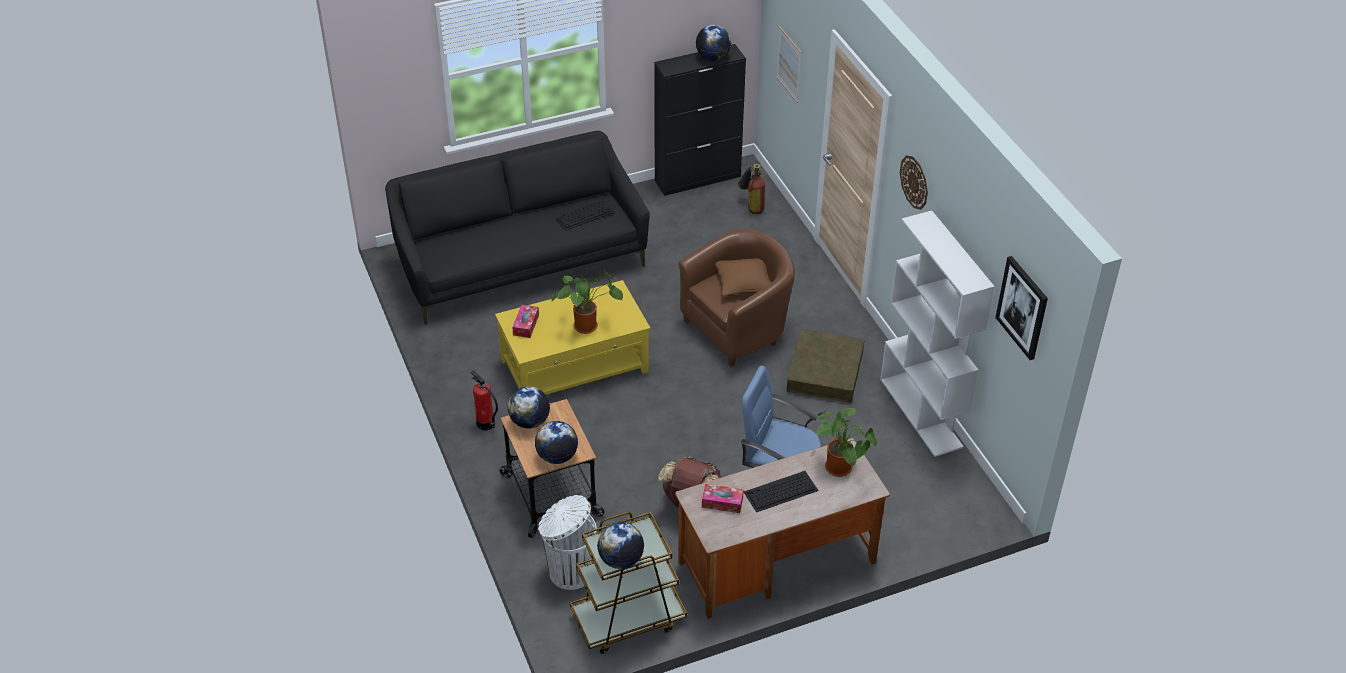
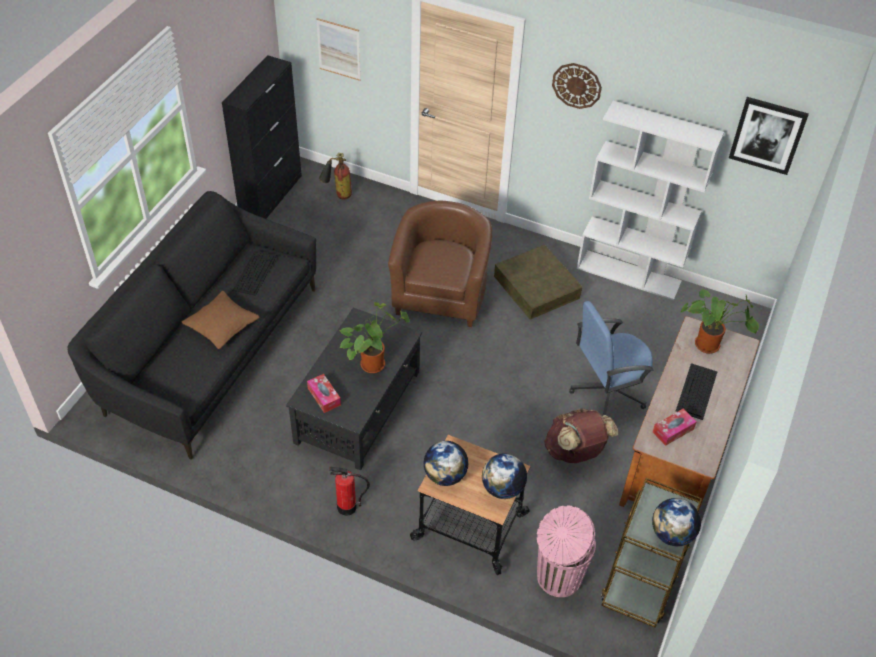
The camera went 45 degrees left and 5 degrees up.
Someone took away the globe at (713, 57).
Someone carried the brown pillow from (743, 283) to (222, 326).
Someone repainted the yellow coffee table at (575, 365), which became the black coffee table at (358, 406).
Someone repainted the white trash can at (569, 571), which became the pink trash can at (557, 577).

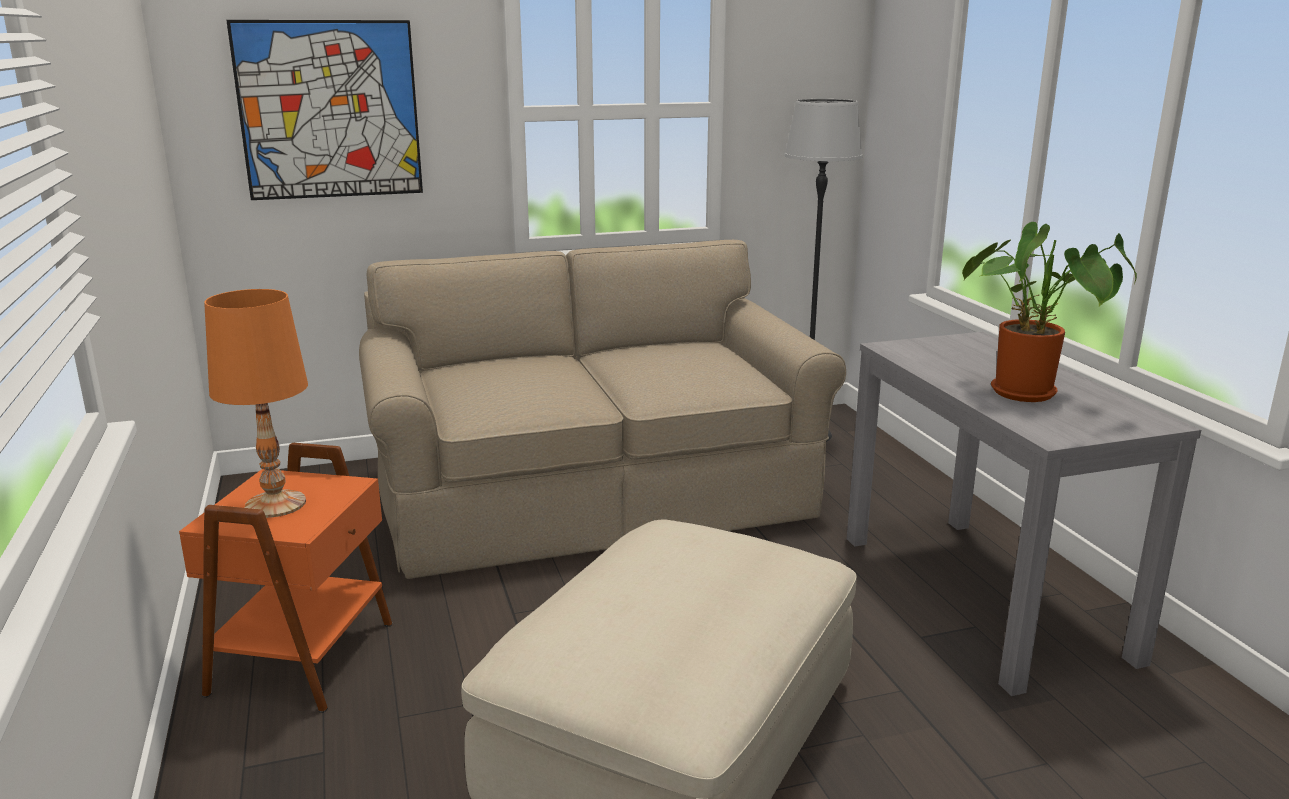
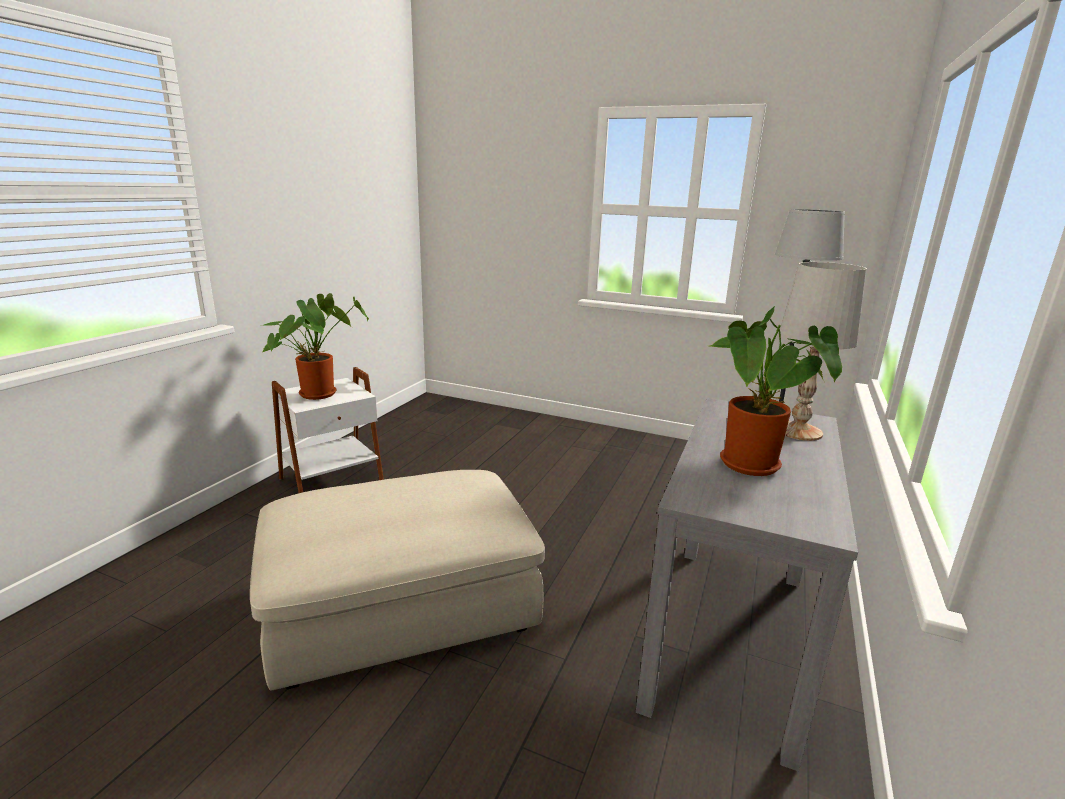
The camera went 40 degrees right and 0 degrees up.
Someone took away the picture at (329, 110).
Someone took away the beige sofa at (595, 494).
Someone swapped the orange table lamp at (276, 504) for the potted plant at (319, 393).
Someone repainted the orange side table at (306, 658), which became the white side table at (332, 481).
Someone put down the white table lamp at (798, 431).

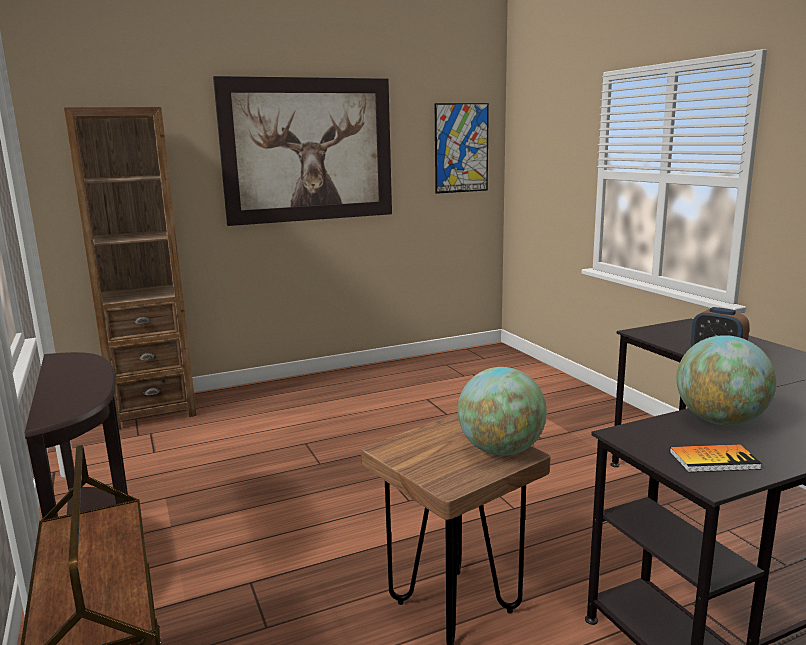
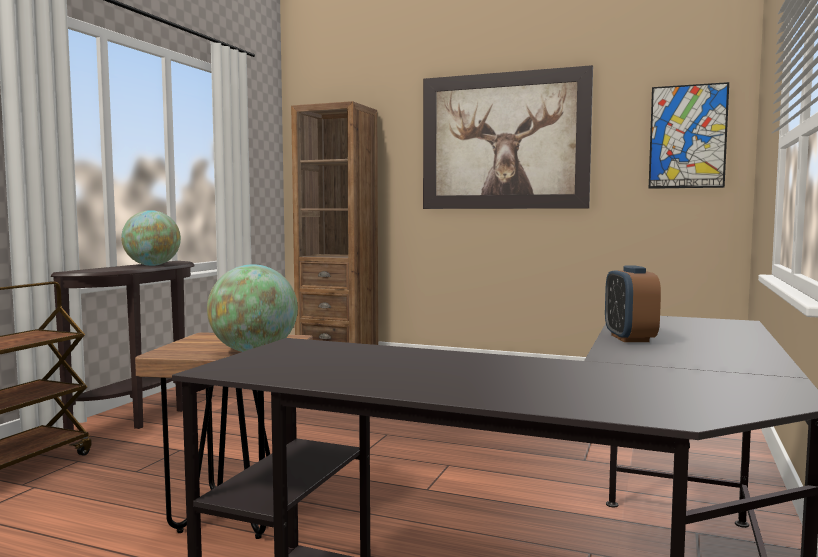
The camera went 45 degrees right and 10 degrees down.
Someone carried the globe from (720, 421) to (152, 265).
Someone took away the book at (714, 460).

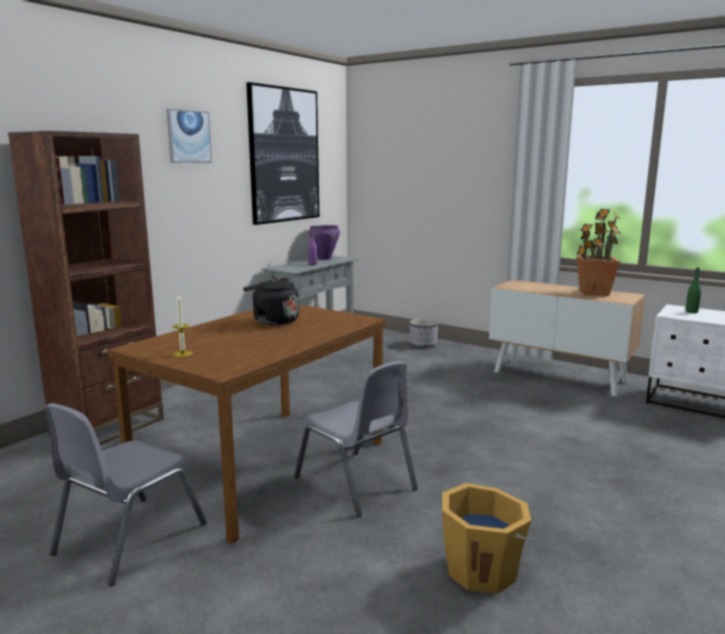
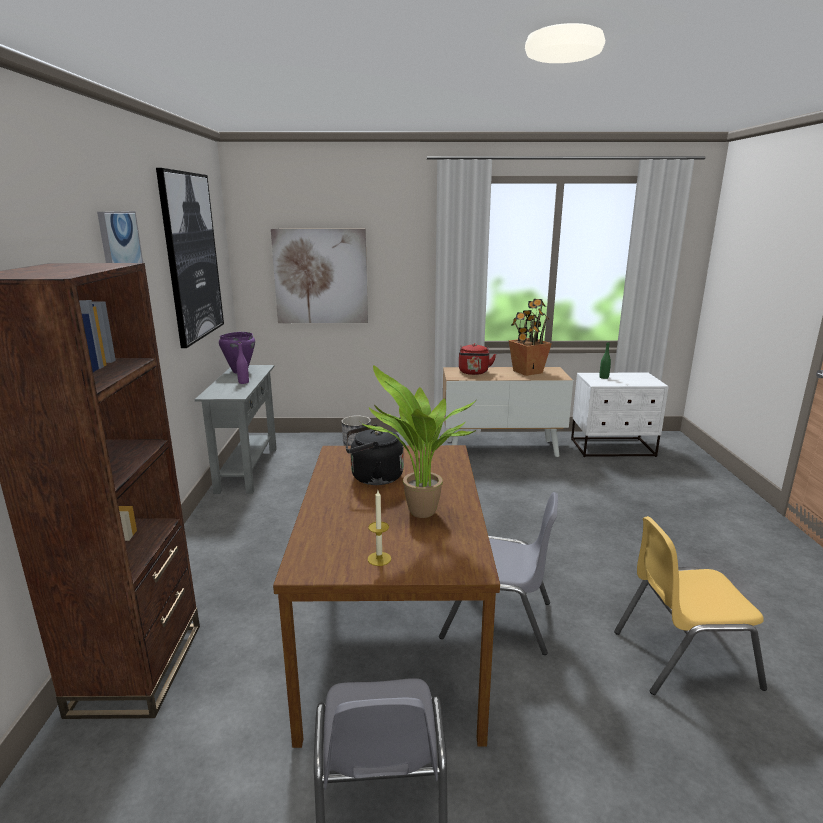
The camera went 35 degrees left and 5 degrees up.
Someone swapped the orange bucket at (482, 569) for the yellow chair at (683, 658).
Someone put up the picture at (321, 276).
Someone put down the red kettle at (474, 373).
Someone put down the potted plant at (418, 514).

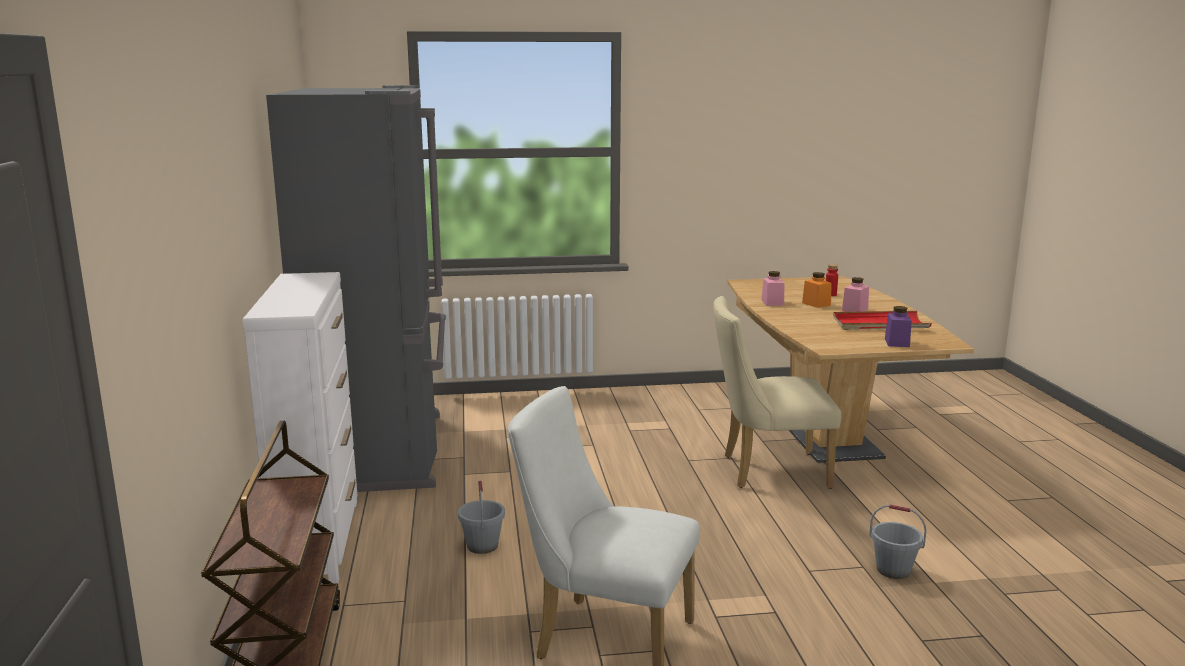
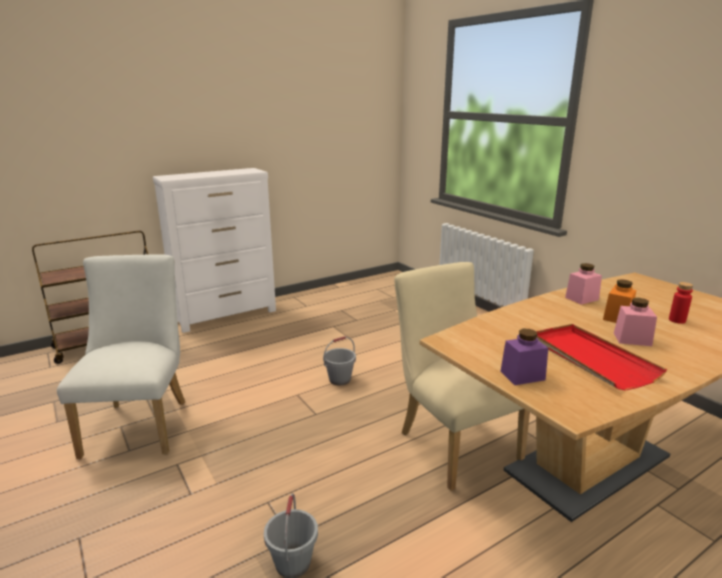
The camera went 65 degrees right and 5 degrees up.
Someone took away the grey fridge at (383, 451).
Someone carried the grey bucket from (482, 546) to (340, 379).

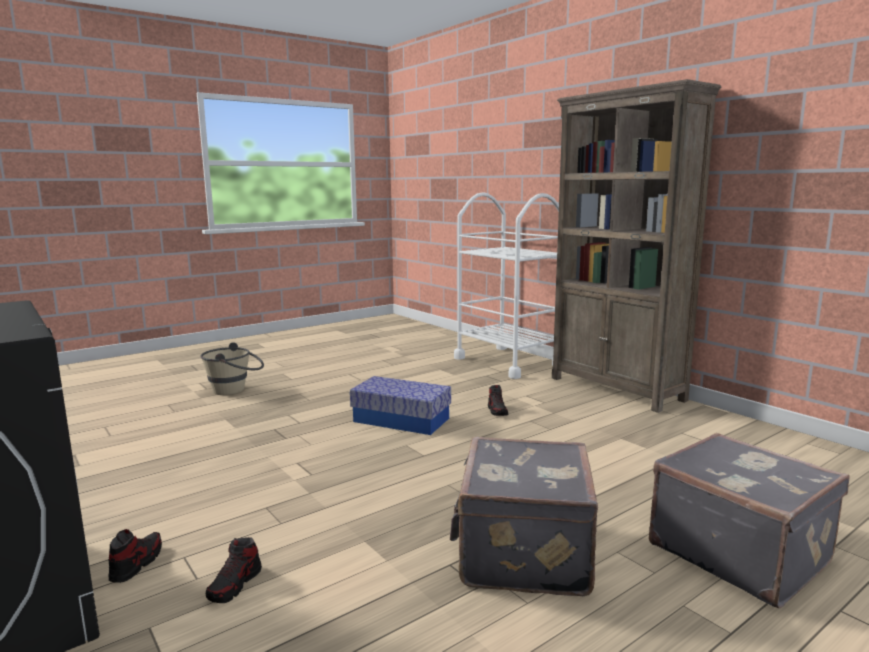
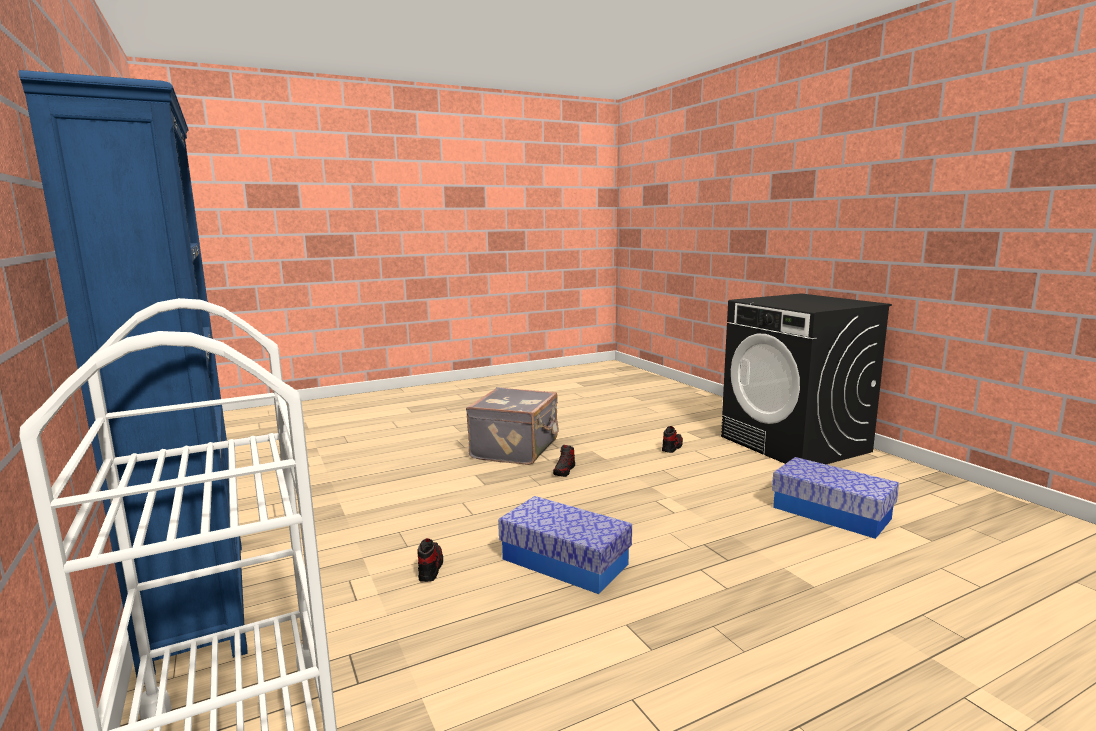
The camera went 170 degrees left and 0 degrees up.
Someone repainted the brown bookcase at (616, 389), which became the blue bookcase at (199, 602).
Someone took away the beige bucket at (235, 390).
Someone took away the grey suitcase at (739, 552).
Someone carried the shoe from (137, 563) to (564, 471).
Someone put down the storage box at (831, 513).

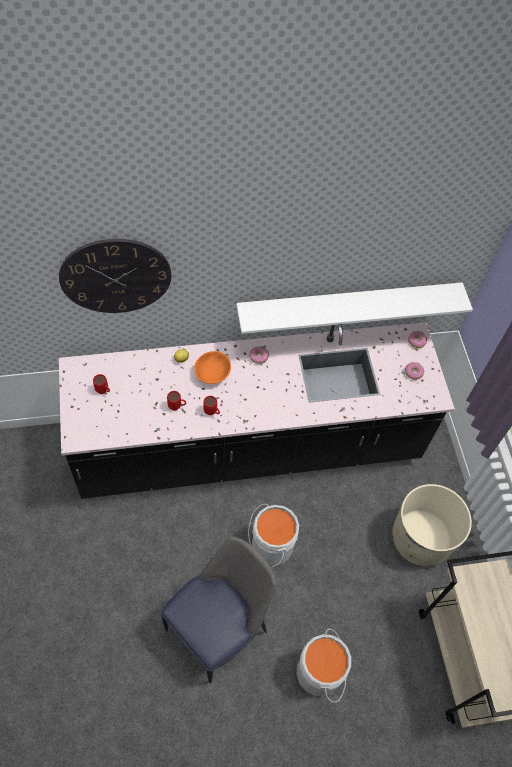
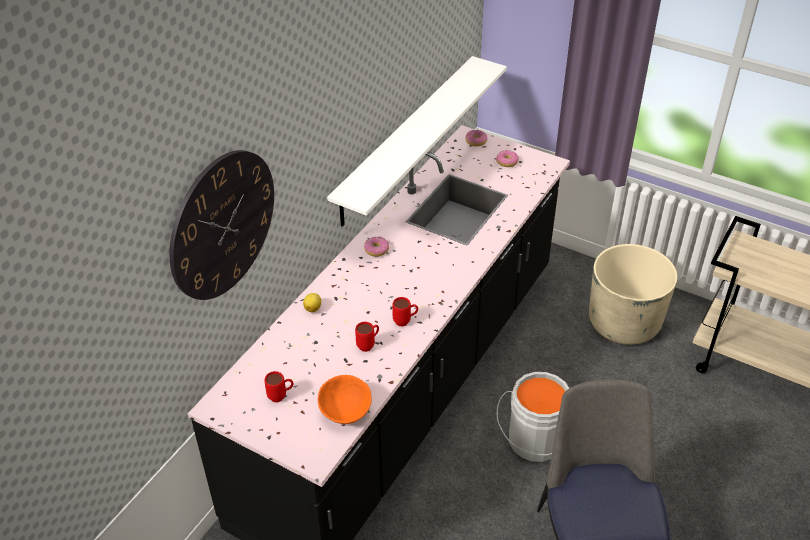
The camera went 45 degrees left and 15 degrees down.
Someone carried the orange bowl from (213, 374) to (345, 411).
Someone took away the grey bucket at (321, 672).

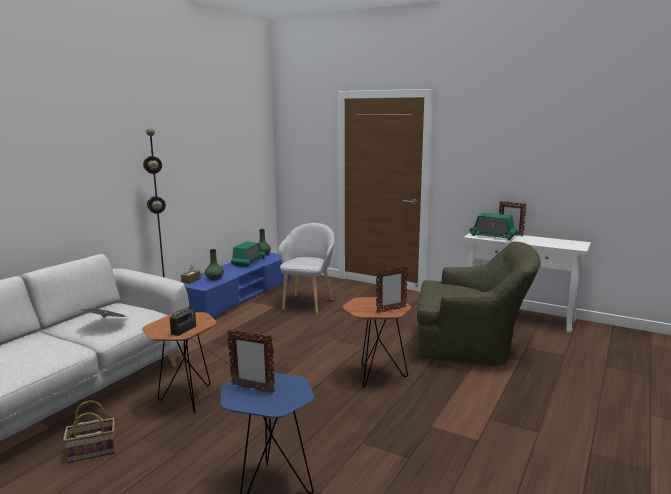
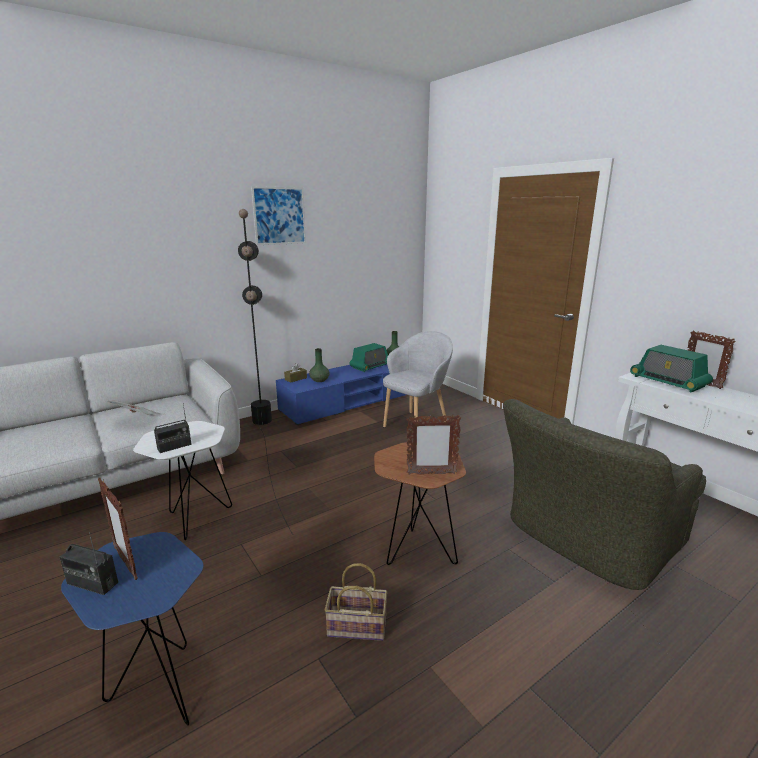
The camera went 25 degrees right and 5 degrees up.
Someone rotated the green armchair at (472, 346) by 105 degrees clockwise.
Someone repainted the brown side table at (186, 400), which became the white side table at (193, 520).
Someone carried the basket from (91, 452) to (355, 627).
Someone put up the picture at (279, 216).
Someone put down the radio at (92, 583).

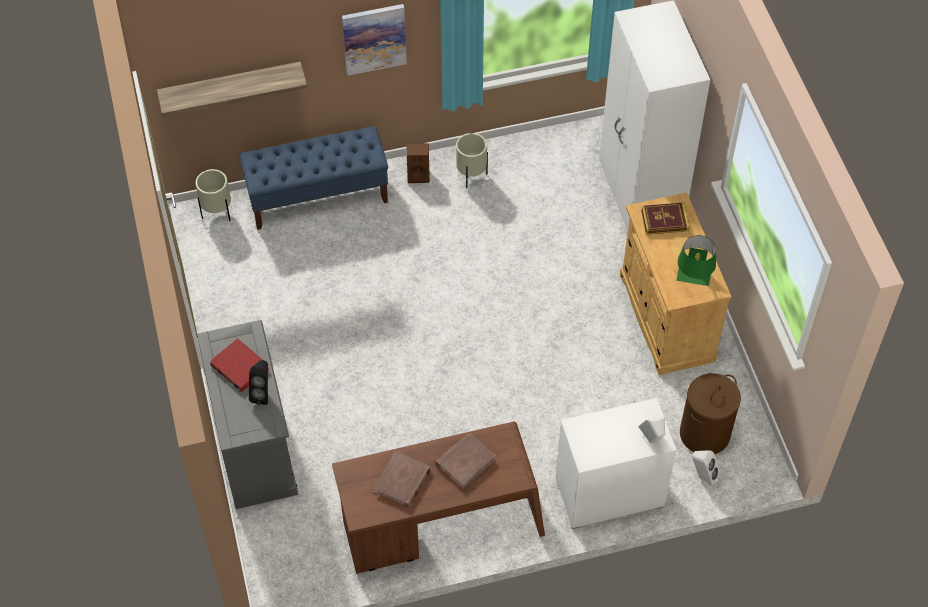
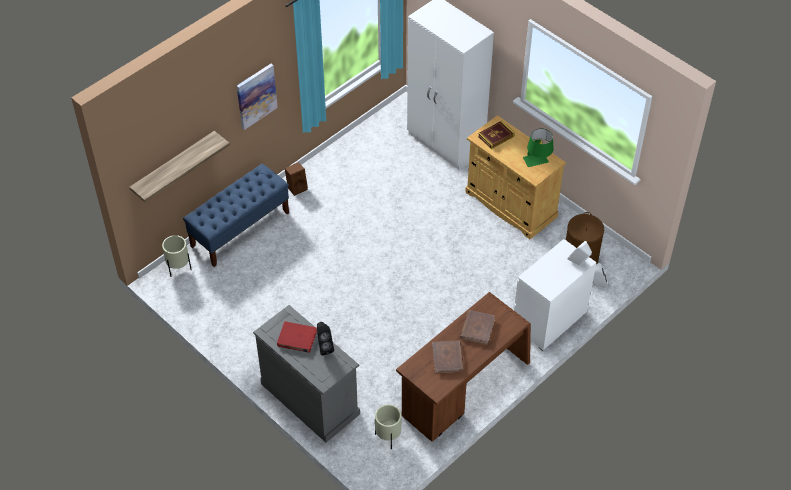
The camera went 30 degrees left and 5 degrees down.
Someone carried the beige planter from (471, 176) to (388, 437).

